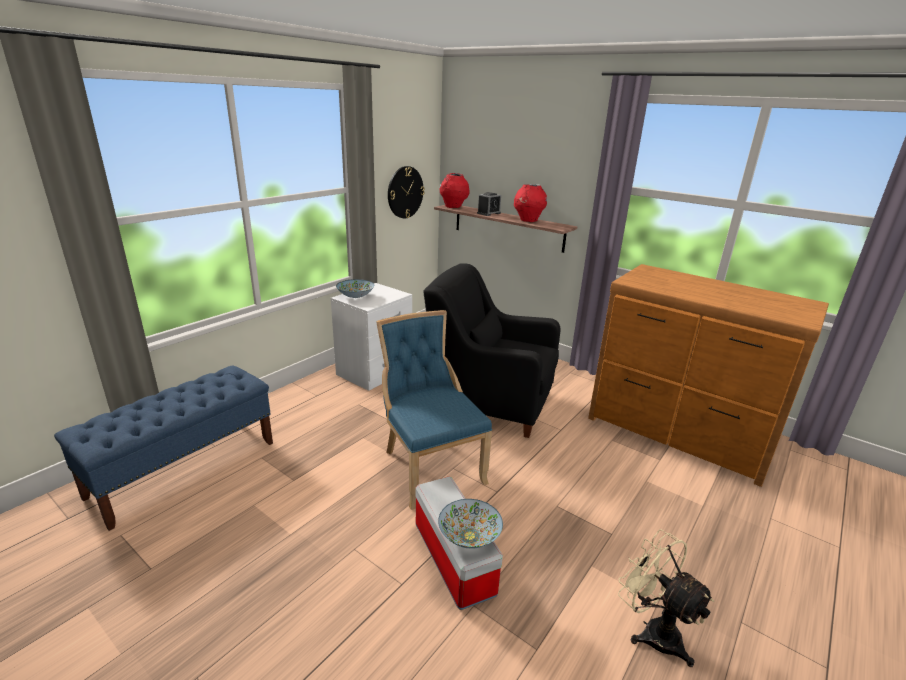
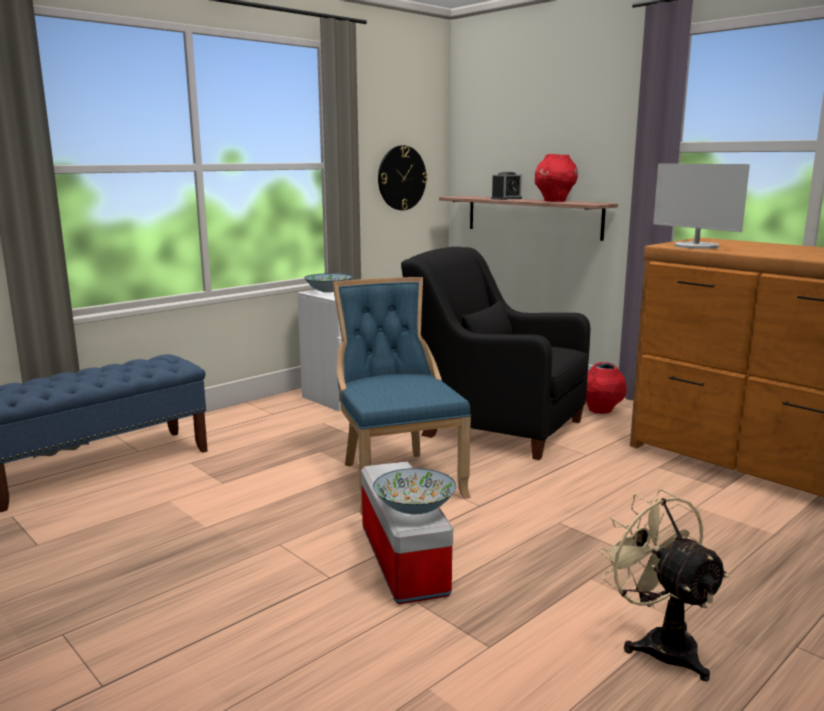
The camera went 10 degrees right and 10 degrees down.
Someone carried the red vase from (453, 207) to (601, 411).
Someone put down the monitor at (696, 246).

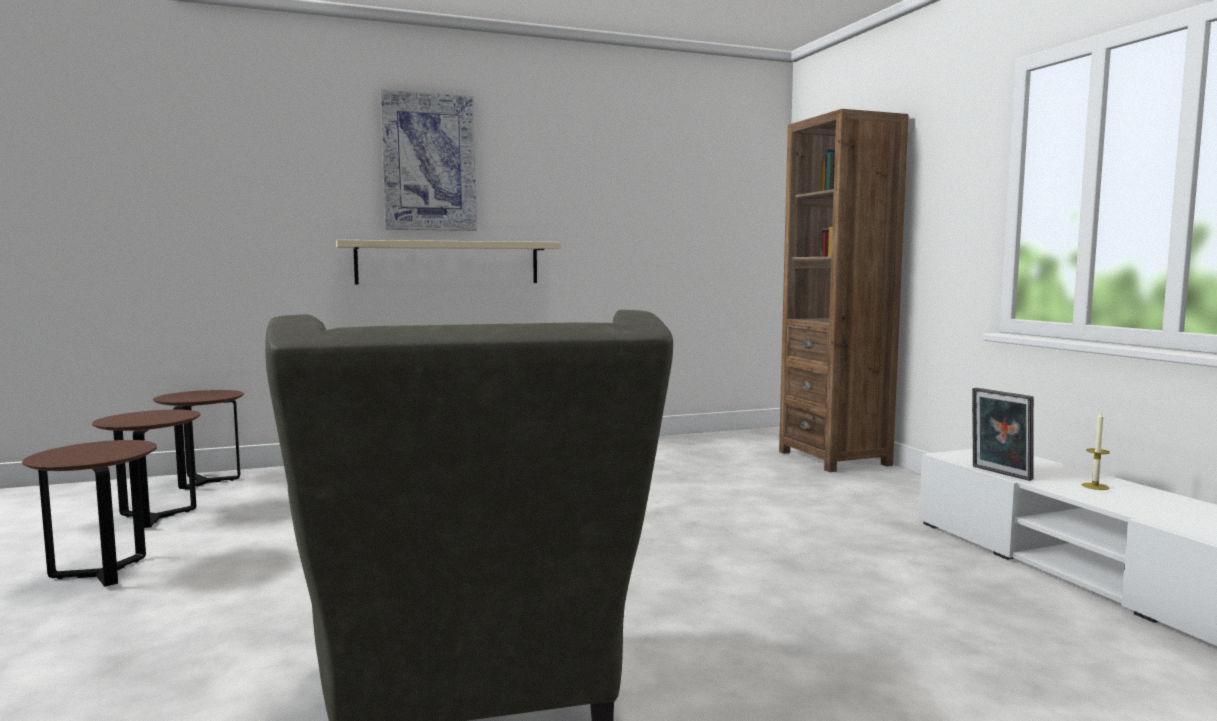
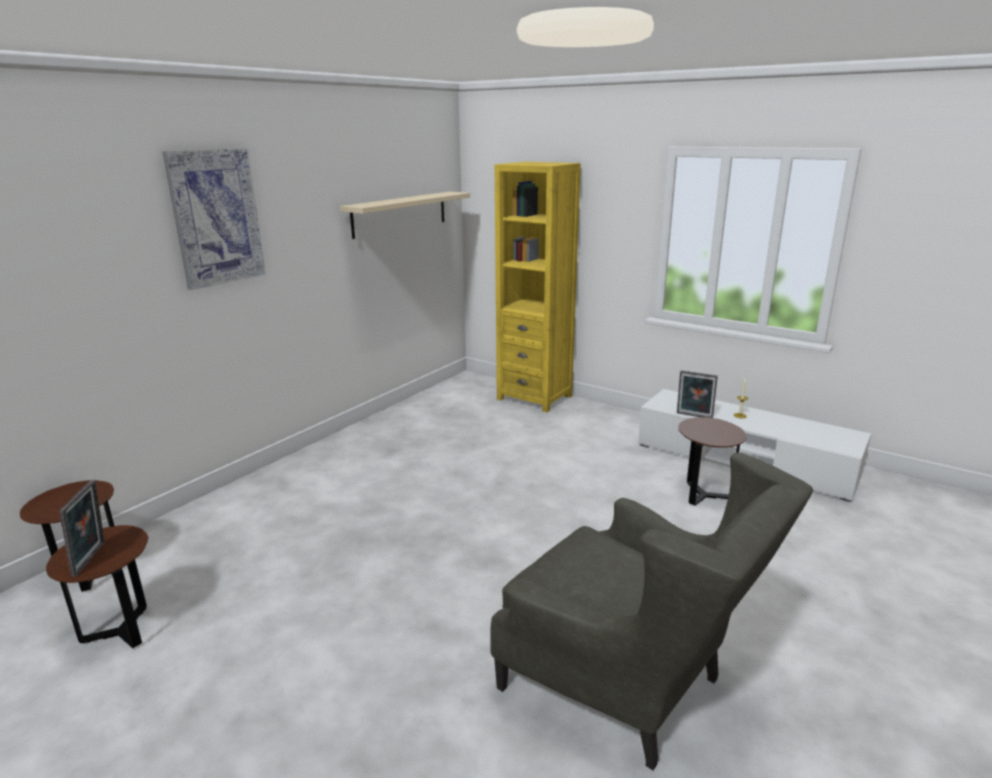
The camera went 35 degrees left and 15 degrees up.
Someone repainted the brown bookcase at (834, 458), which became the yellow bookcase at (534, 397).
Someone carried the beige shelf from (448, 262) to (400, 214).
Someone carried the brown side table from (102, 574) to (703, 495).
Someone put down the picture frame at (92, 559).

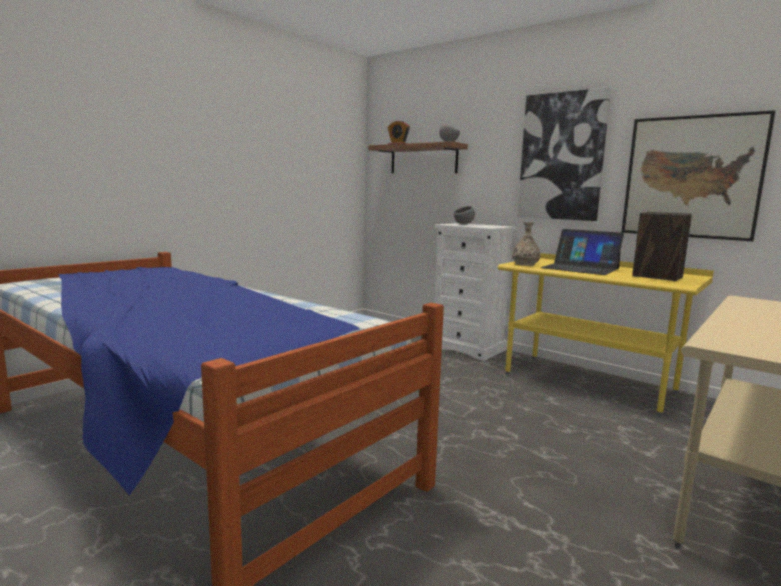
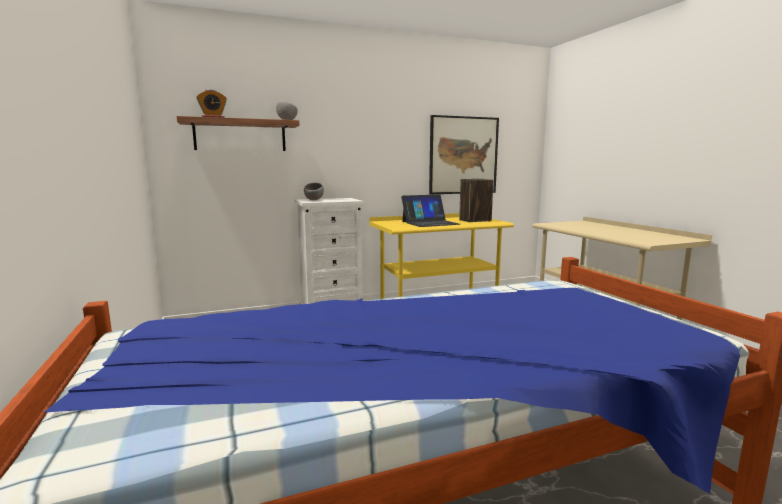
The camera went 60 degrees left and 0 degrees up.
Someone took away the picture at (561, 157).
Someone took away the vase at (525, 264).

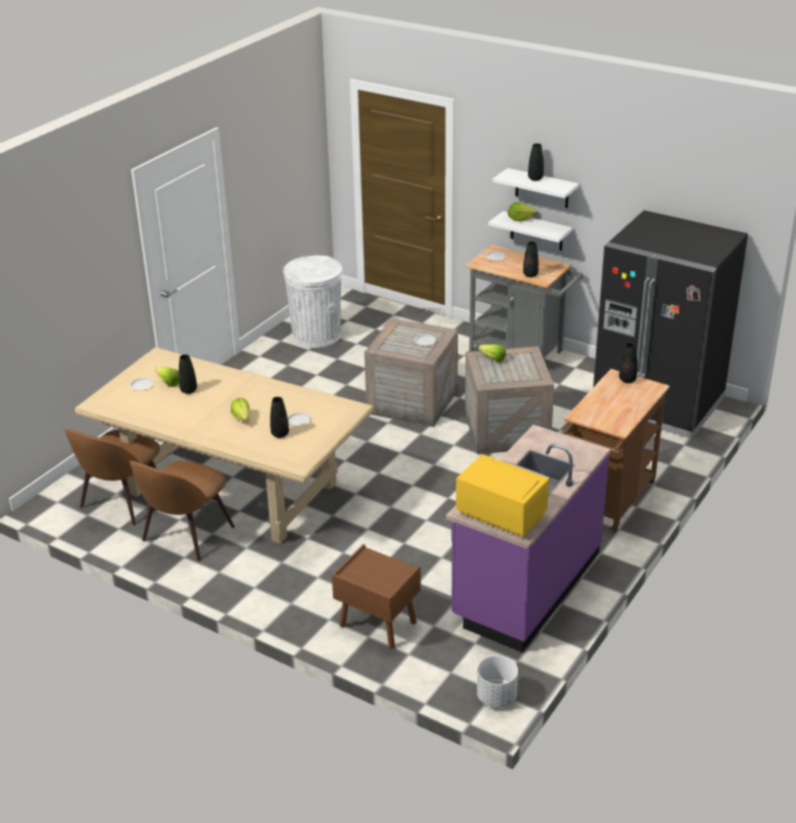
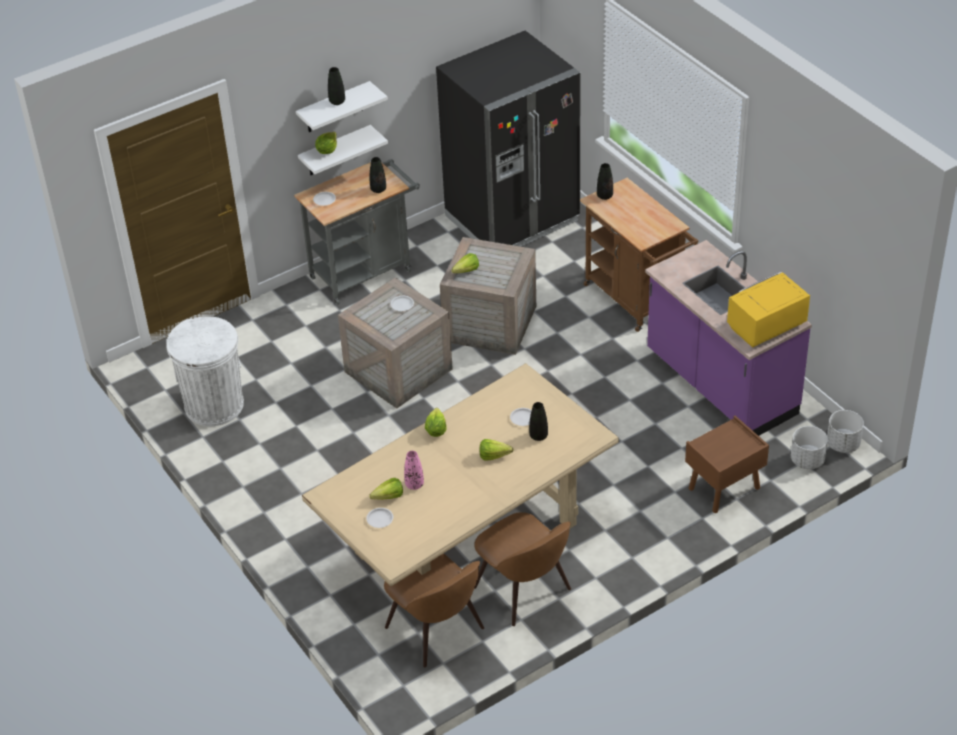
The camera went 65 degrees left and 10 degrees up.
Someone repainted the black vase at (188, 390), which became the pink vase at (414, 485).
Someone put down the lettuce at (436, 430).
Someone put down the white planter at (807, 460).

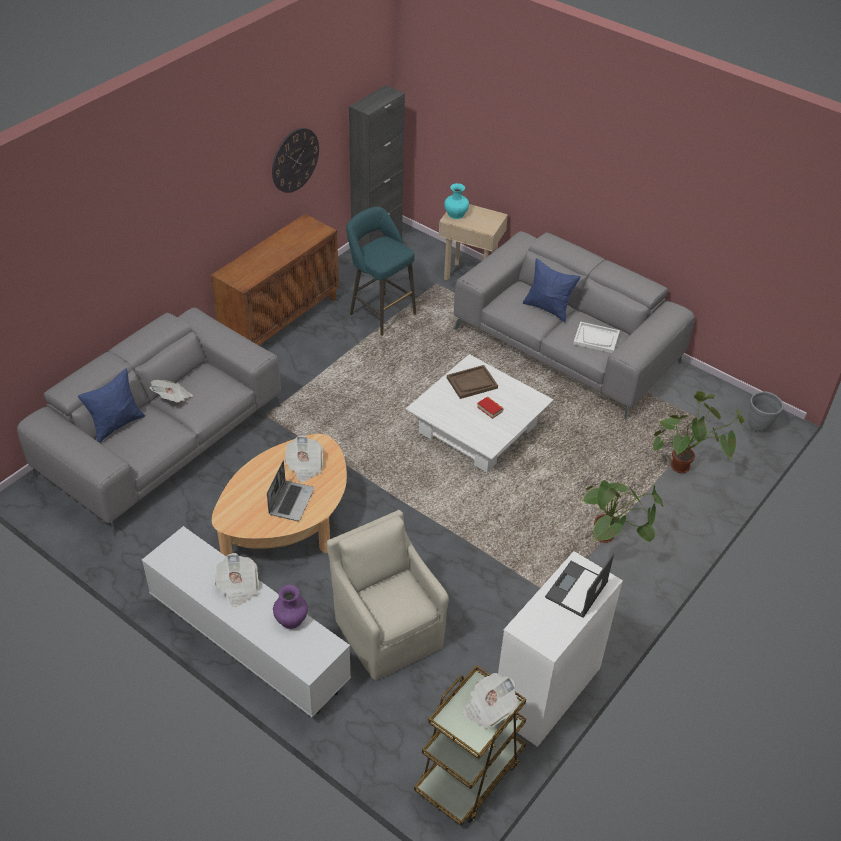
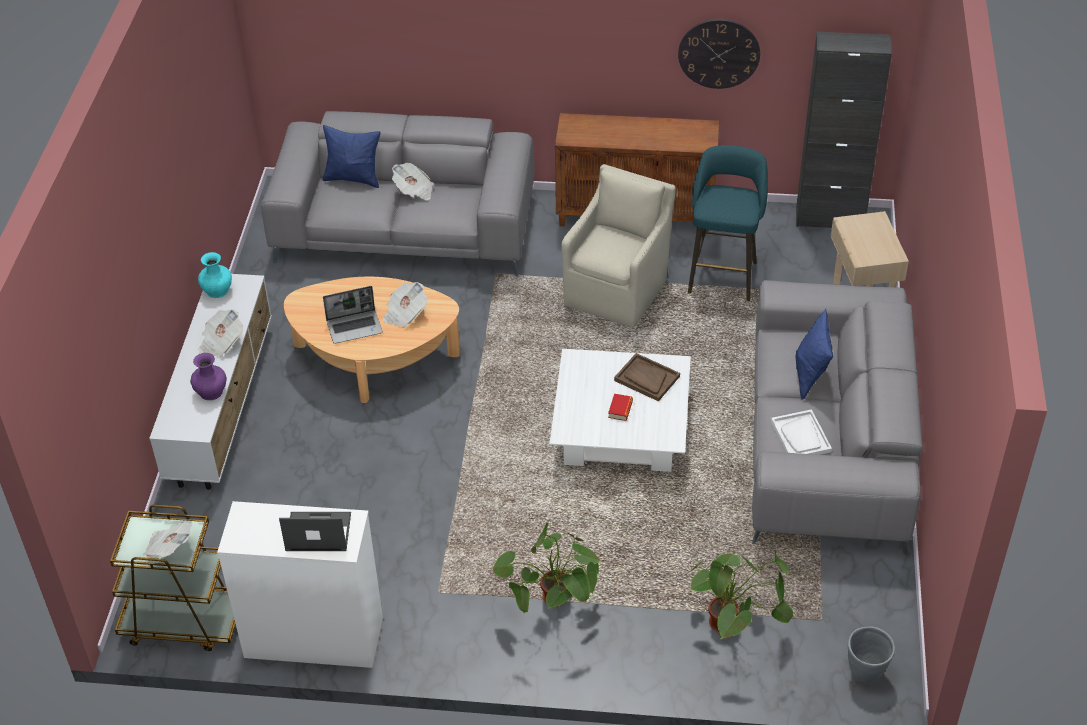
The camera went 60 degrees right and 0 degrees up.
Someone carried the turquoise vase from (456, 214) to (217, 291).
Someone carried the beige armchair from (387, 630) to (617, 290).

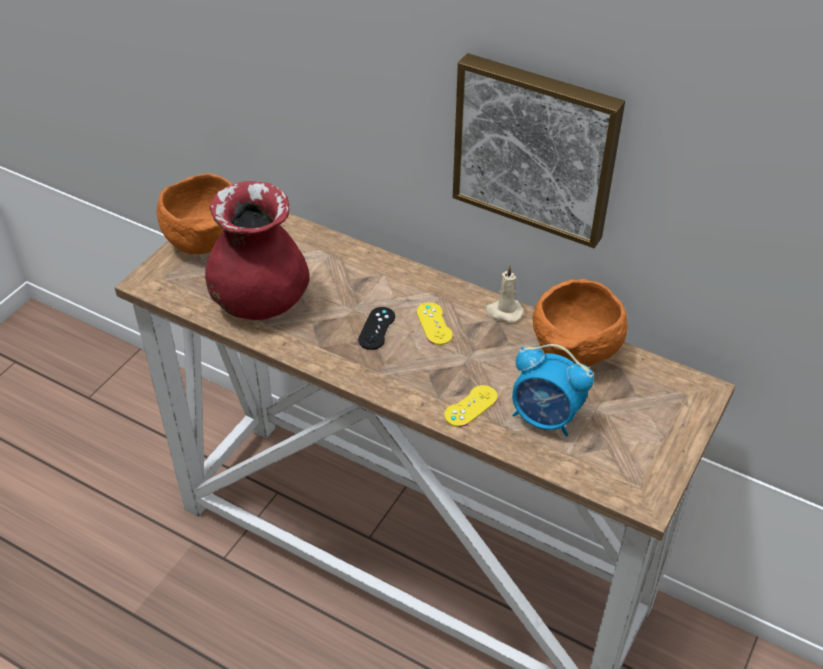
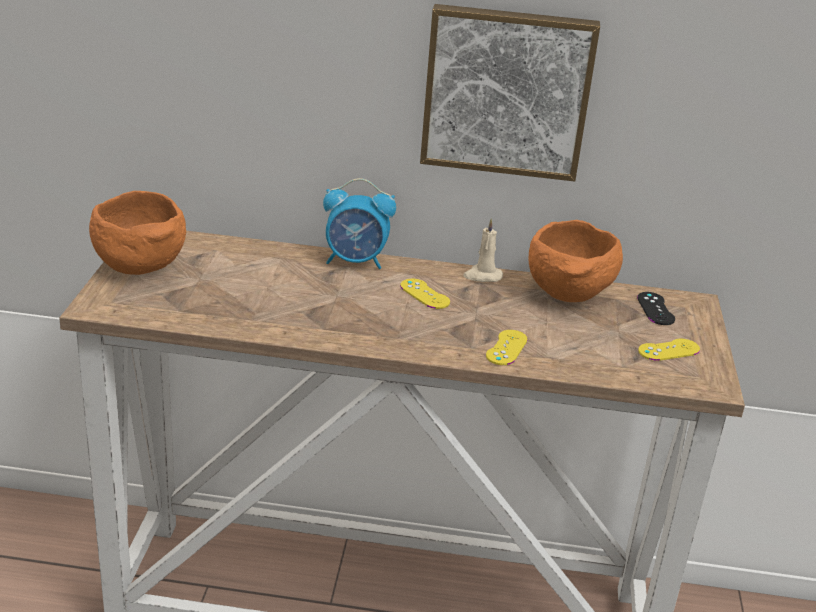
The camera went 25 degrees left and 15 degrees down.
Someone took away the red vase at (260, 302).
Someone carried the black game controller from (376, 328) to (655, 309).
Someone carried the alarm clock from (545, 418) to (356, 261).
Someone put down the yellow game controller at (668, 350).

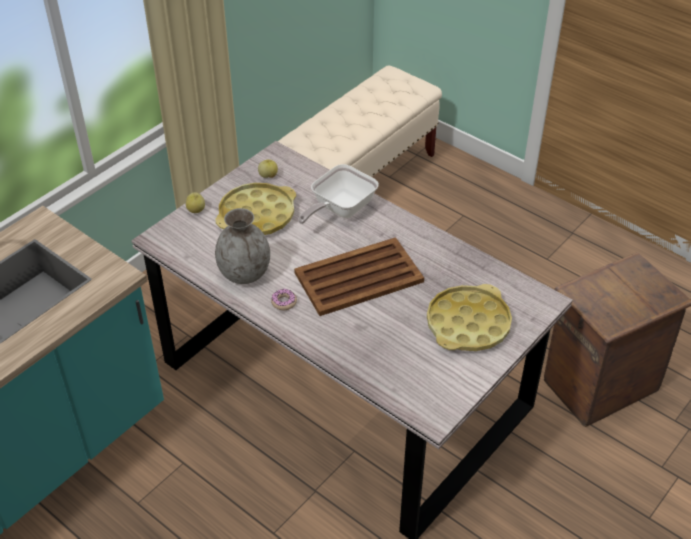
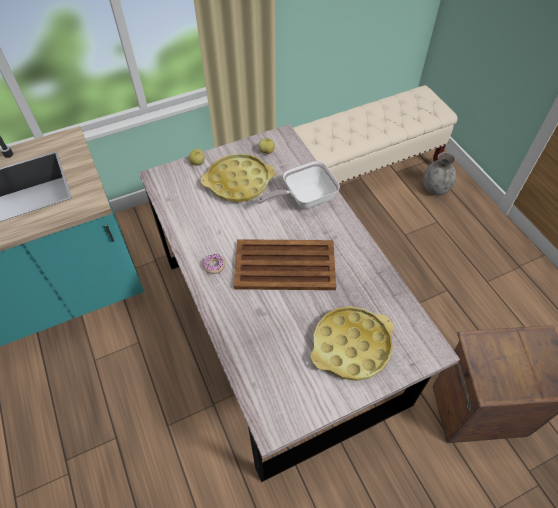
The camera went 25 degrees right and 10 degrees up.
Someone carried the grey vase from (245, 273) to (435, 189).

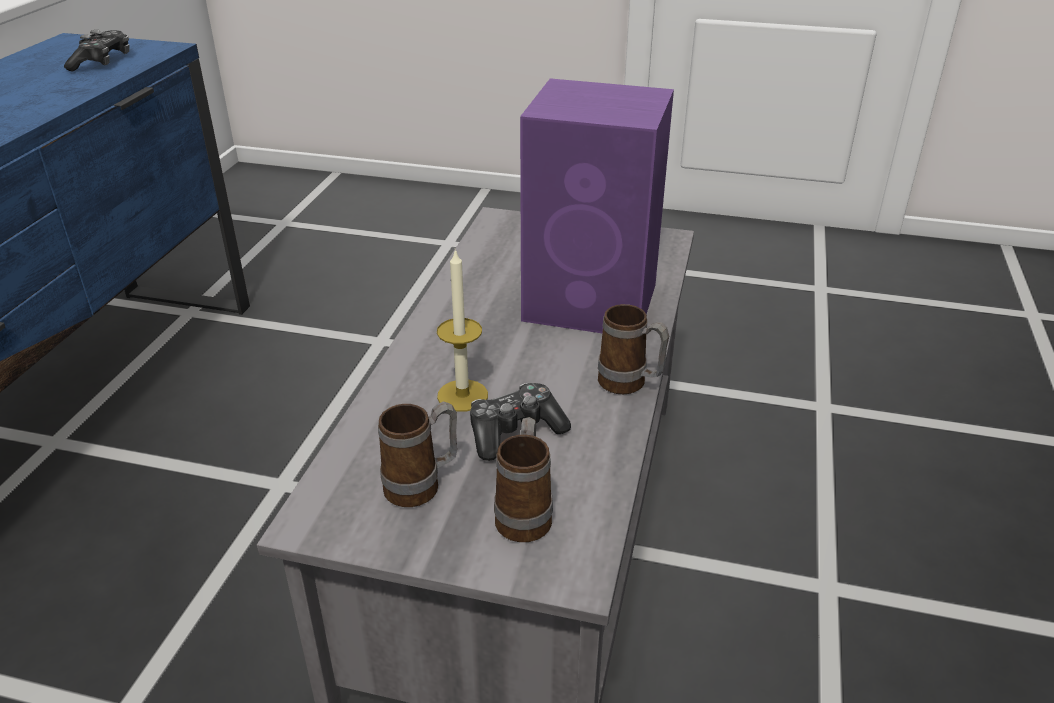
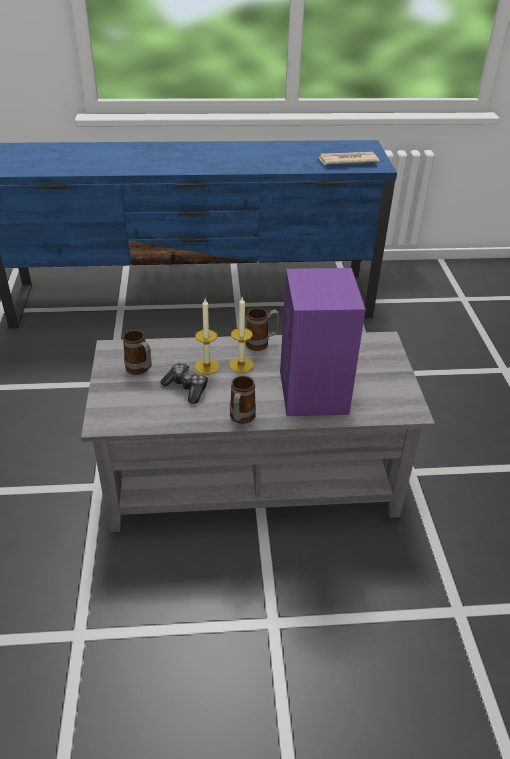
The camera went 70 degrees right and 5 degrees up.
Someone swapped the game controller at (102, 62) for the newspaper at (347, 161).
Someone carried the mug from (525, 514) to (261, 344).
Someone put down the candle at (241, 365).

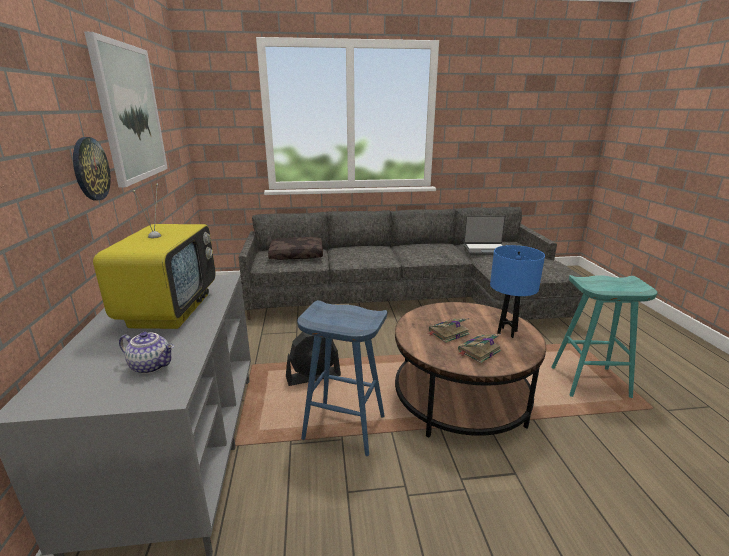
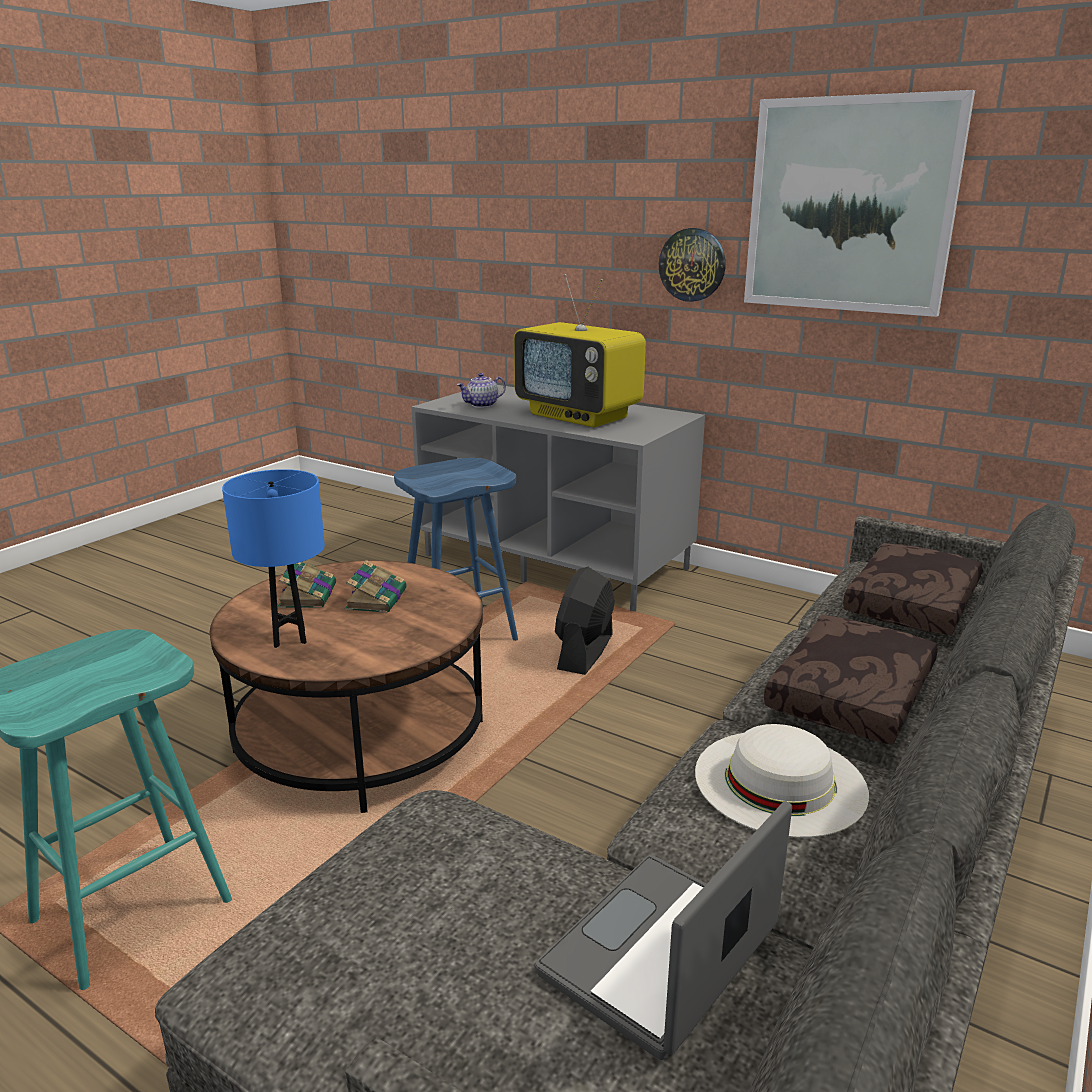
The camera went 130 degrees right and 0 degrees up.
Someone put down the brown pillow at (853, 696).
Someone put down the white hat at (779, 781).

